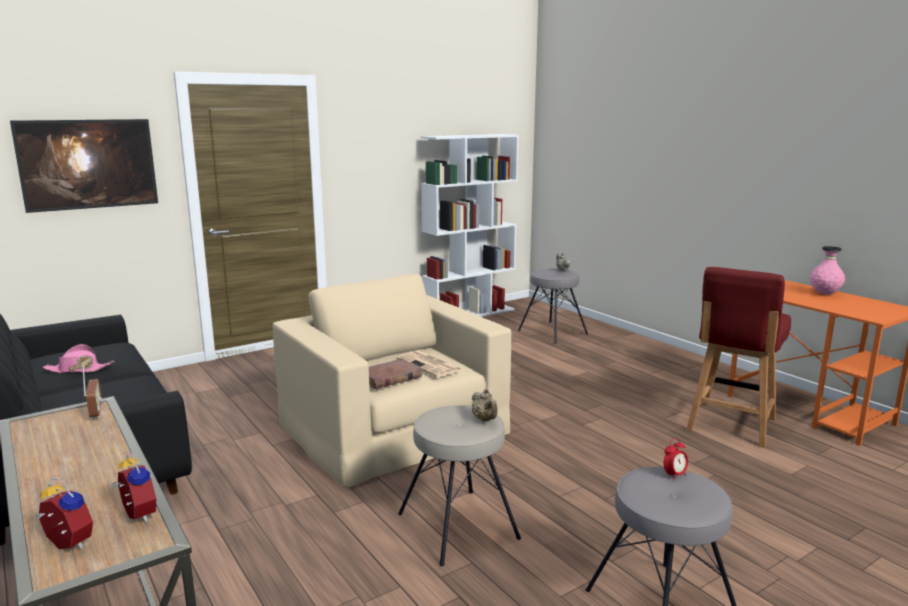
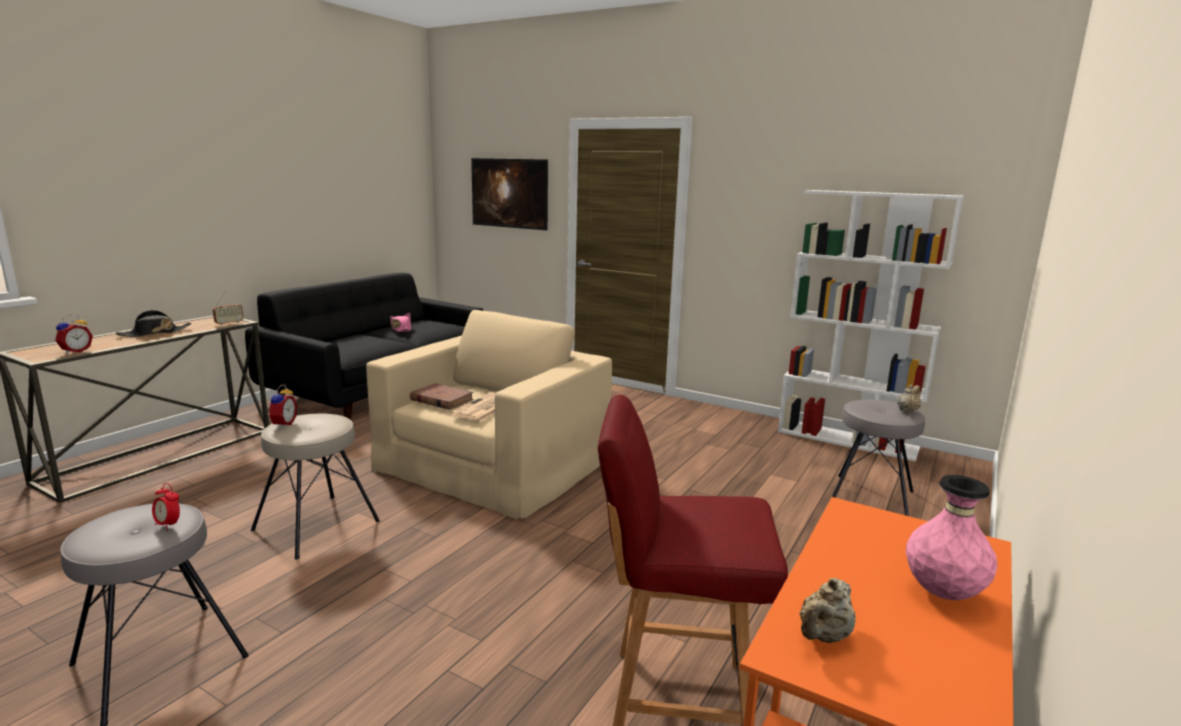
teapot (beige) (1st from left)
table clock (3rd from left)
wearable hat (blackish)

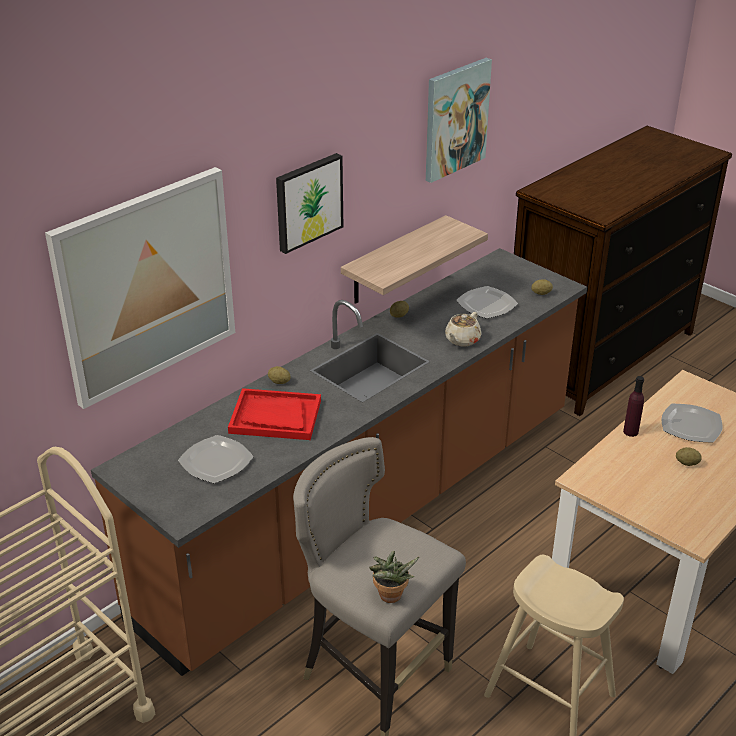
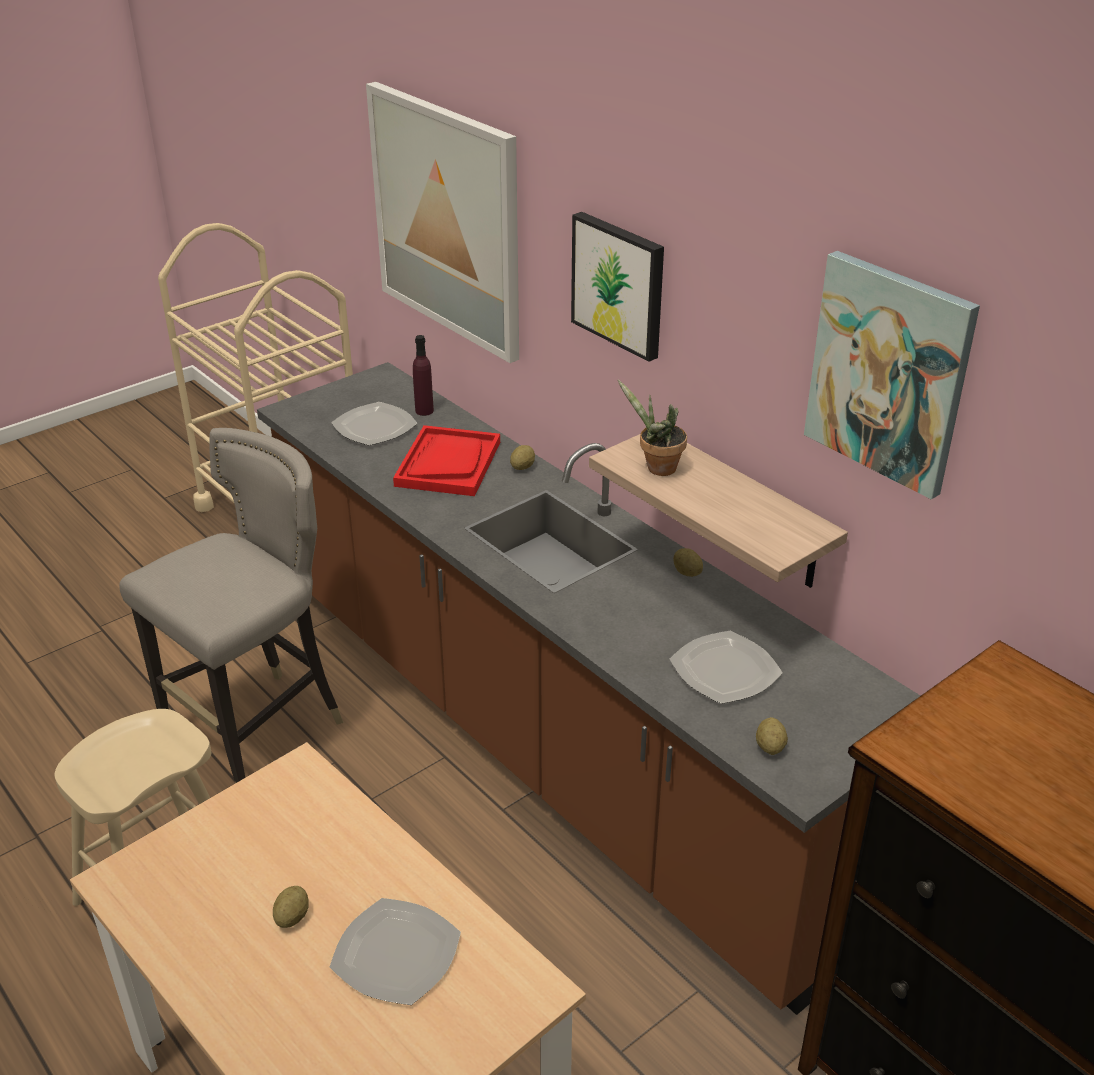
teapot (beige)
drink bottle (purplish)
houseplant

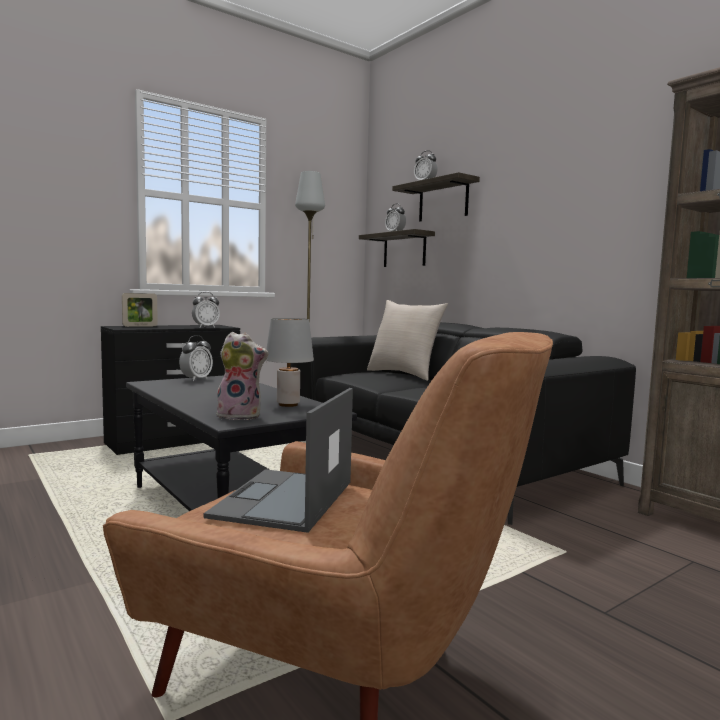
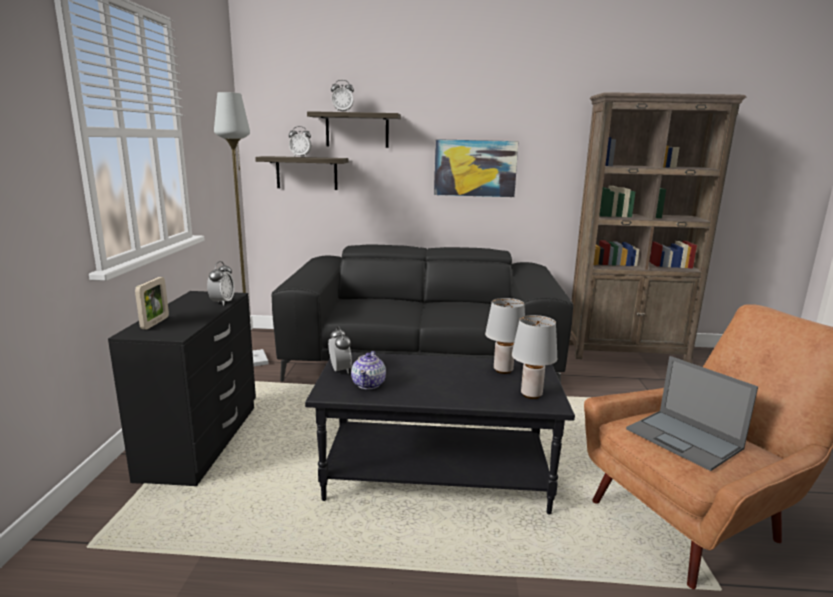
cushion (beige)
tabletop lamp (greyish) (2nd from left)
wall art
teapot

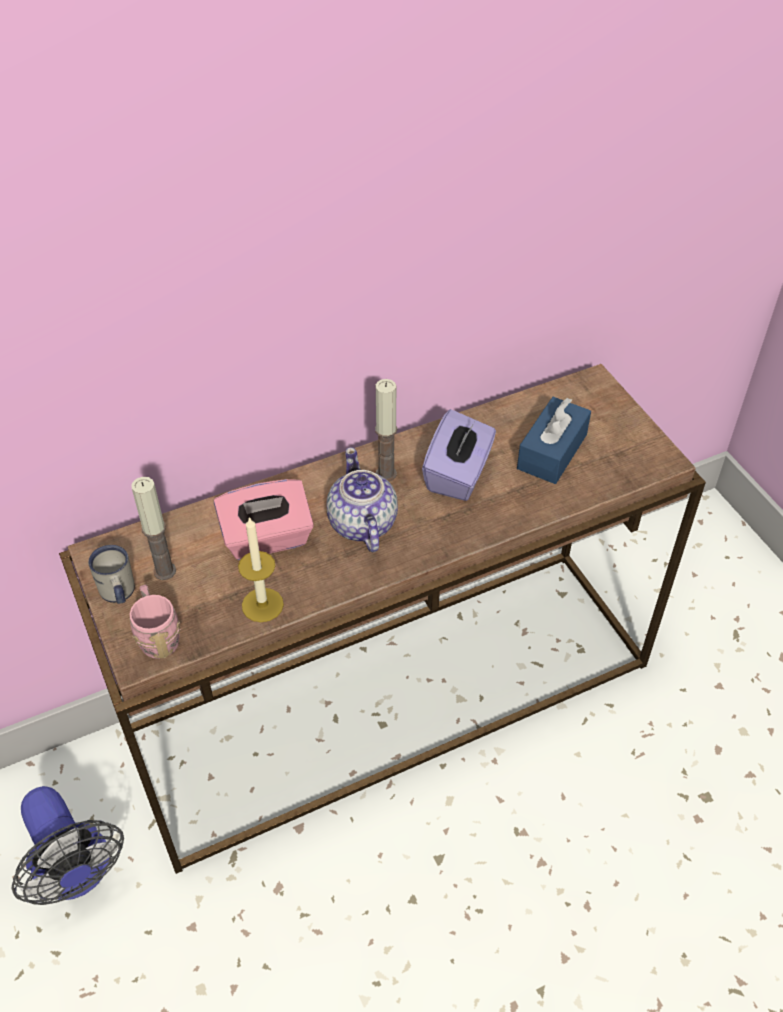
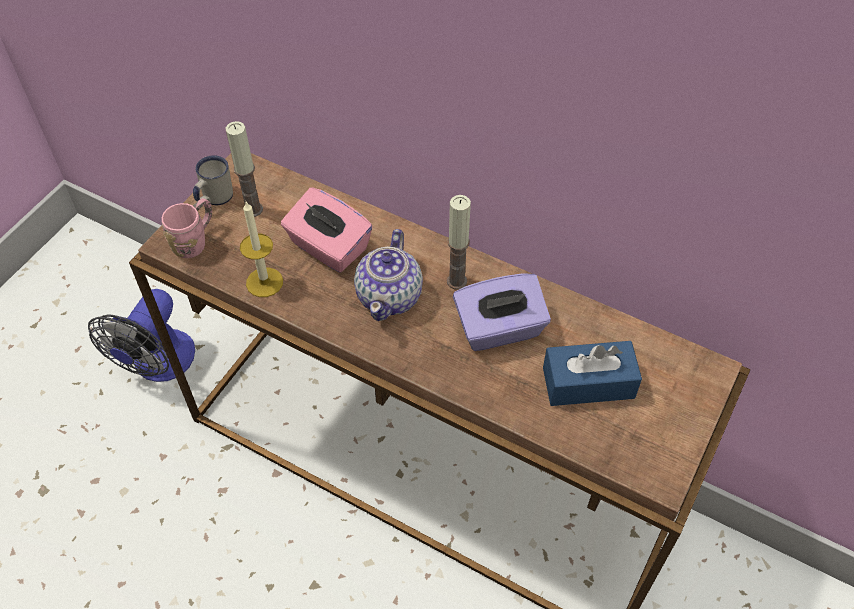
teapot

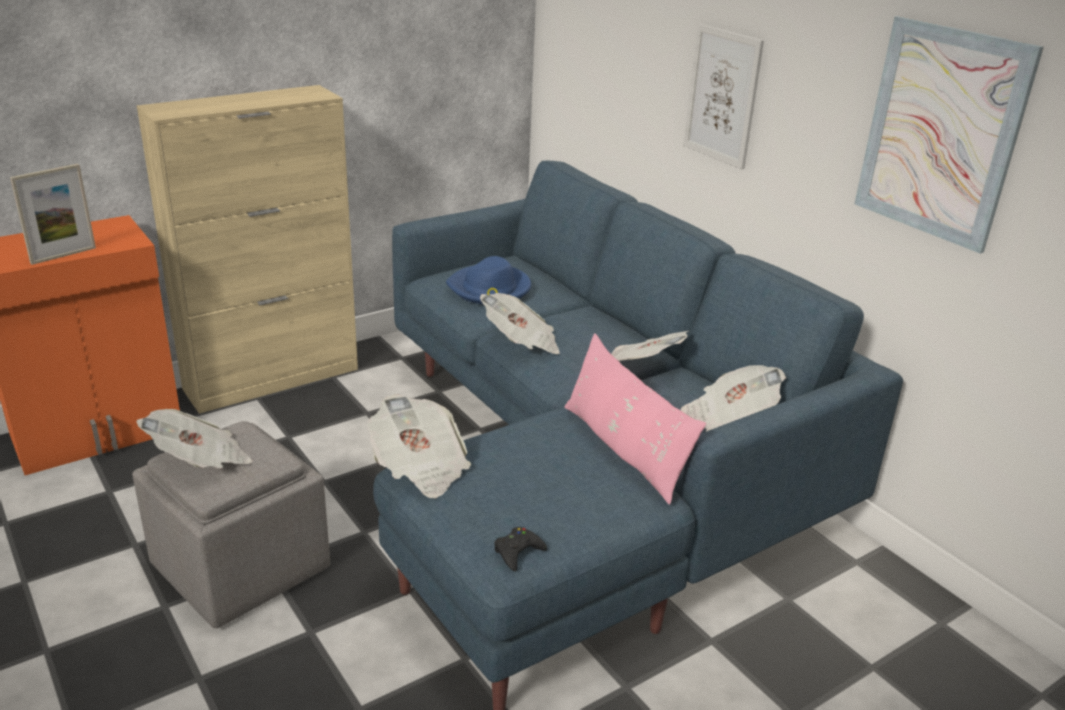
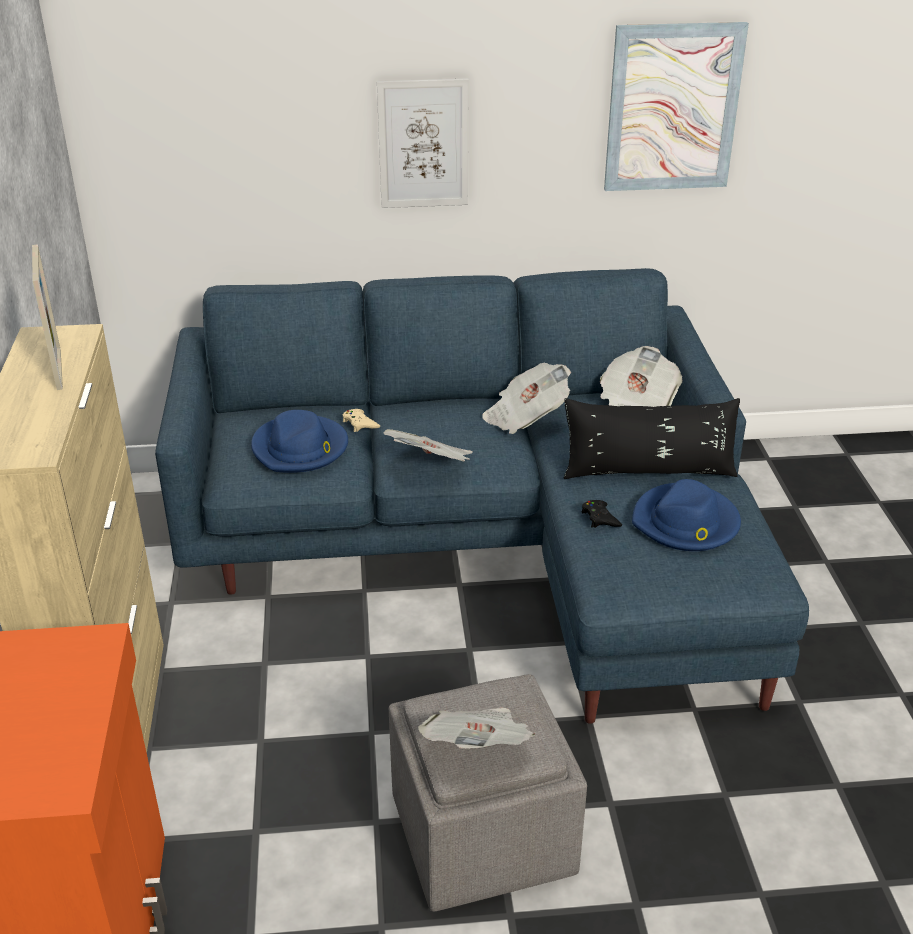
standing frame
cushion (blackish)
printed paper (2nd from left in the first image)
game controller (blackish)
game controller (beige)
wearable hat (blue-coloured) (2nd from left)

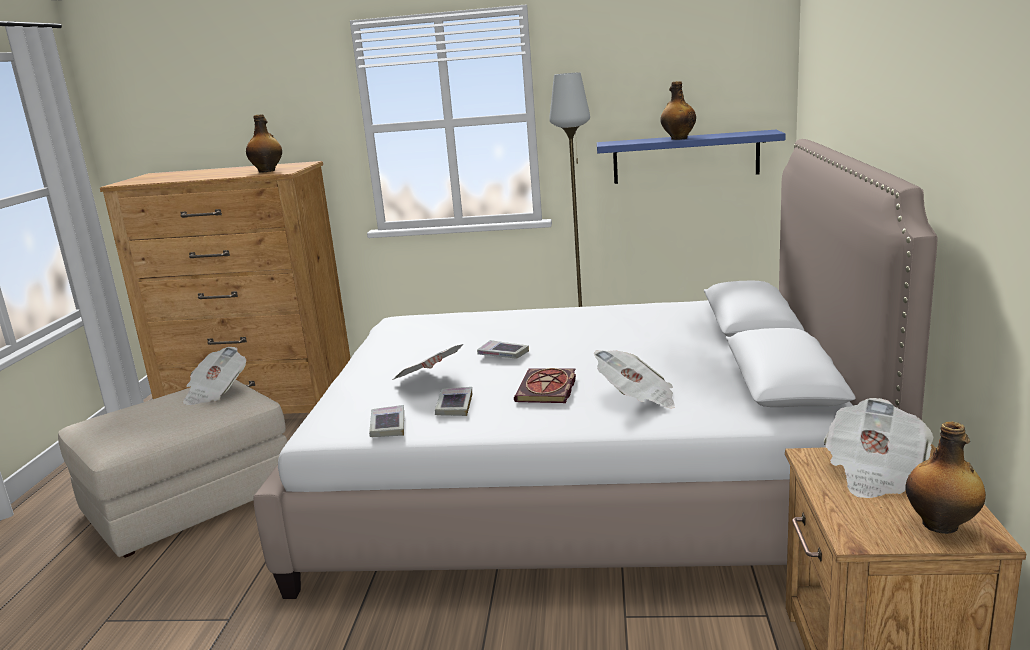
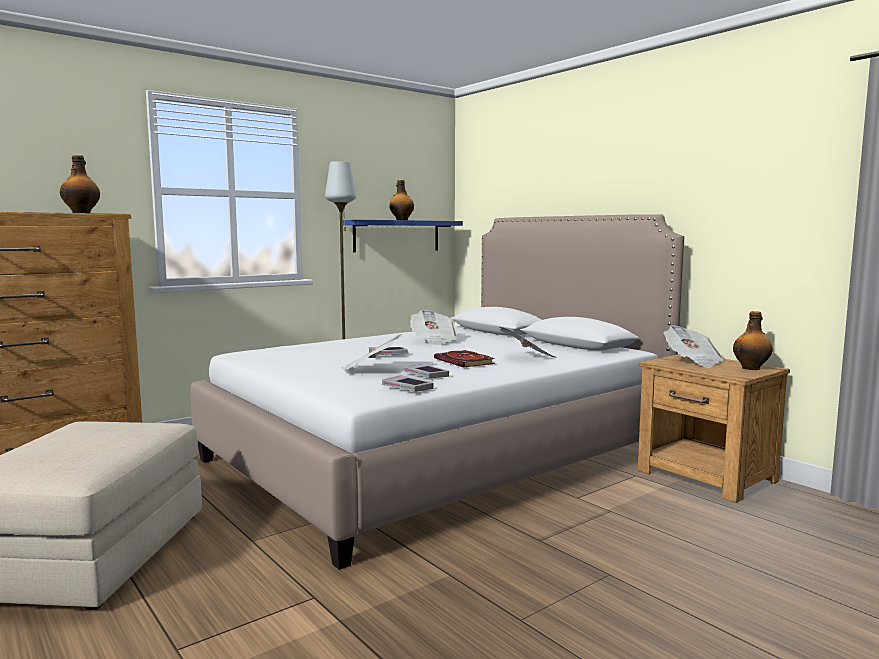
printed paper (2nd from left)

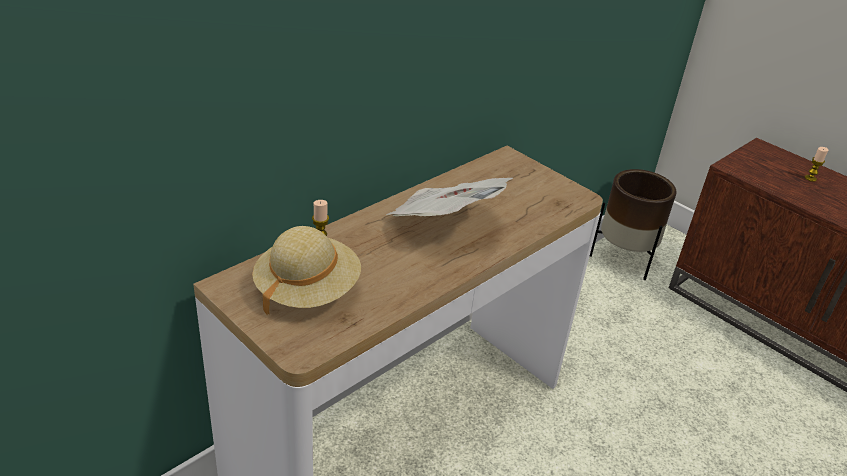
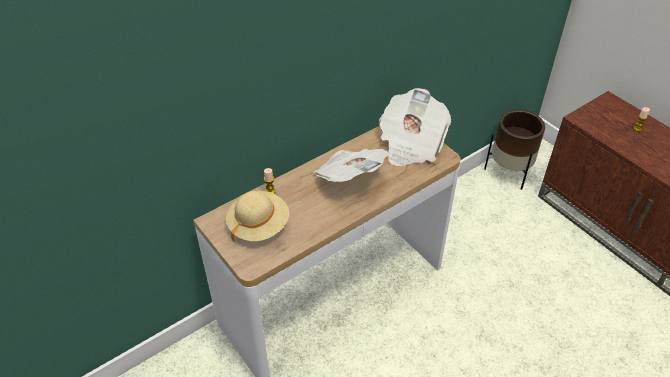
printed paper (2nd from left)

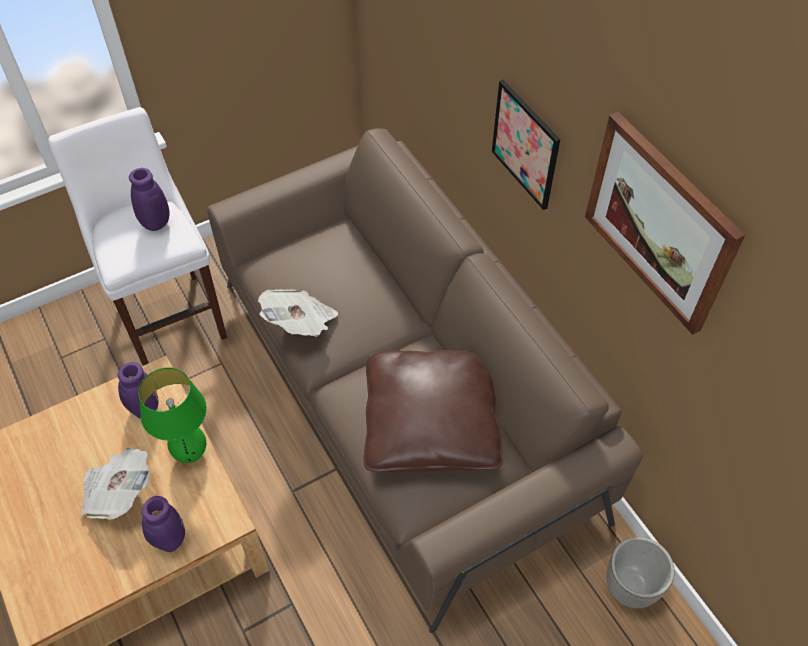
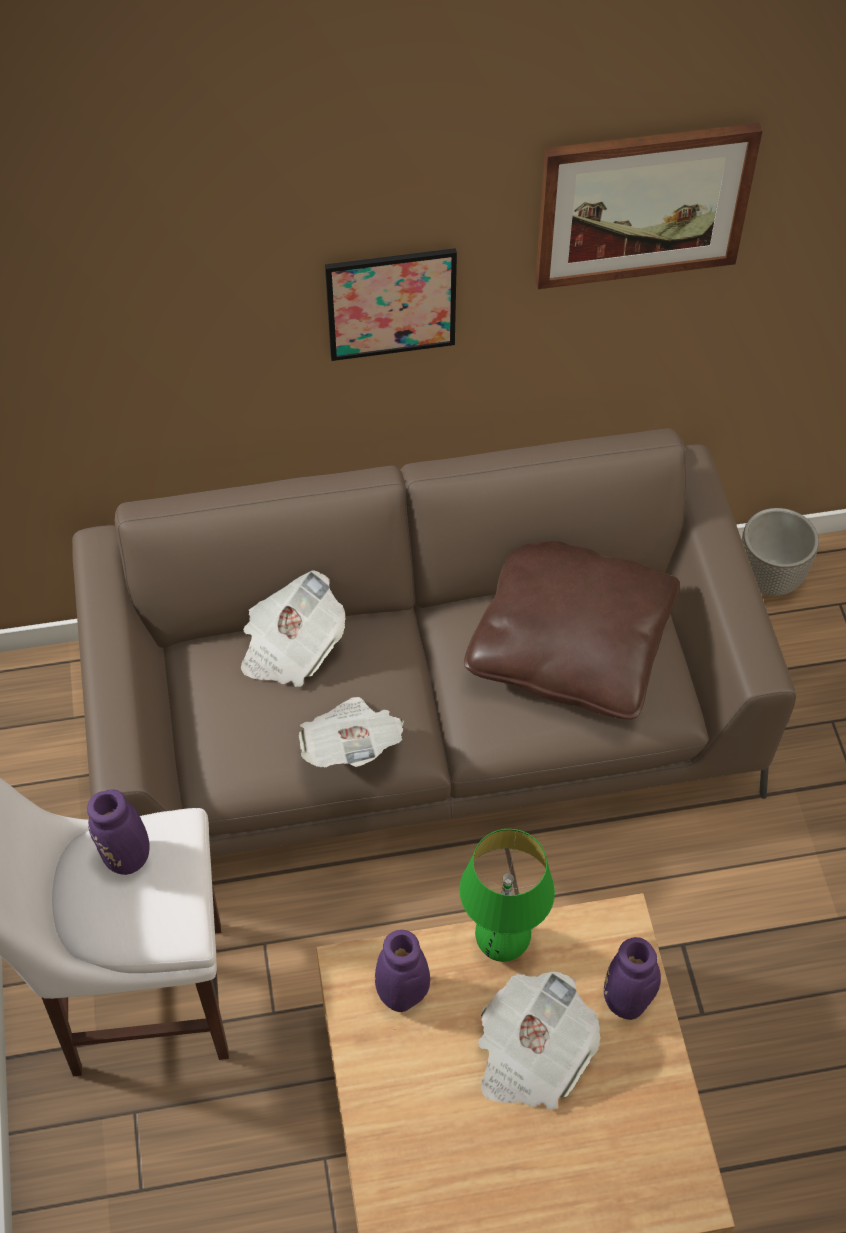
printed paper (1st from left)

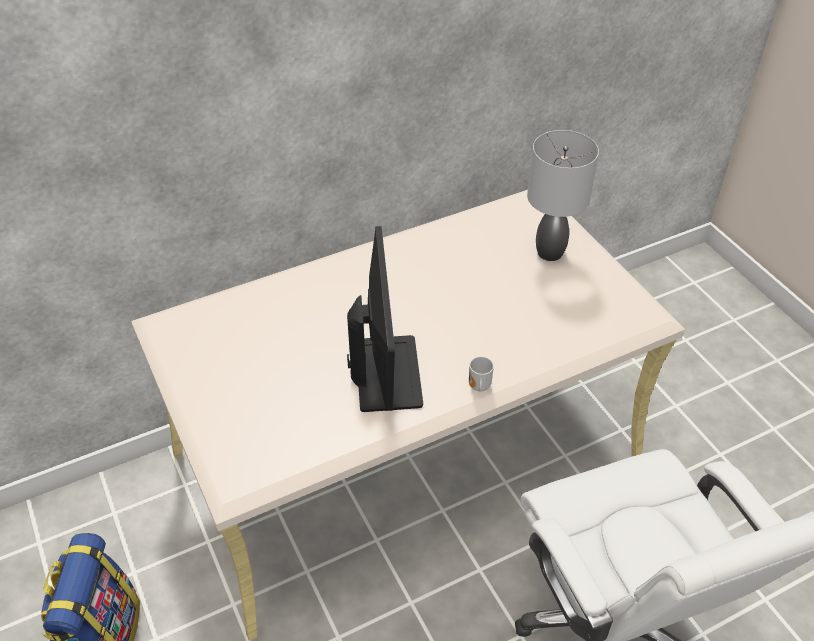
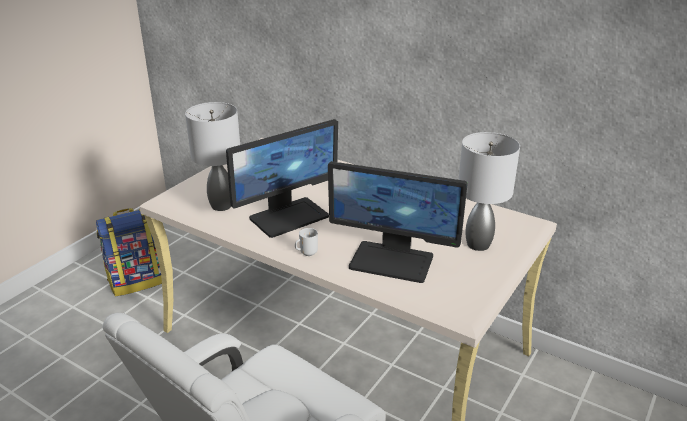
tabletop lamp (greyish) (1st from left)
computer screen (2nd from left)

